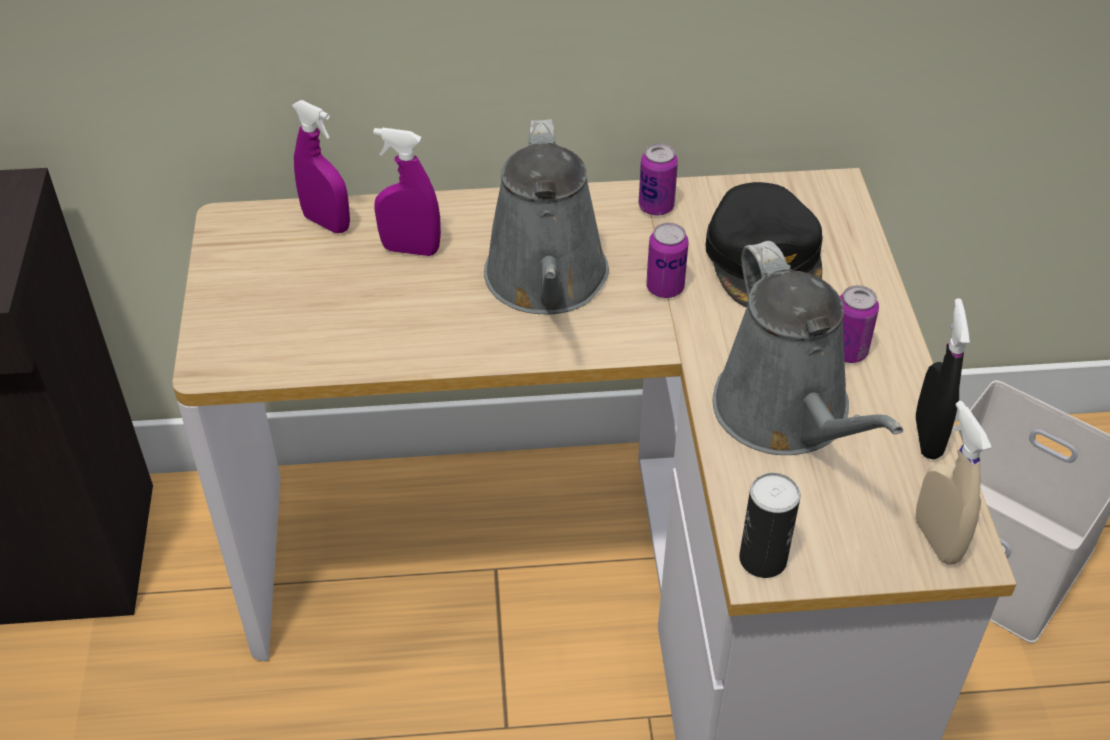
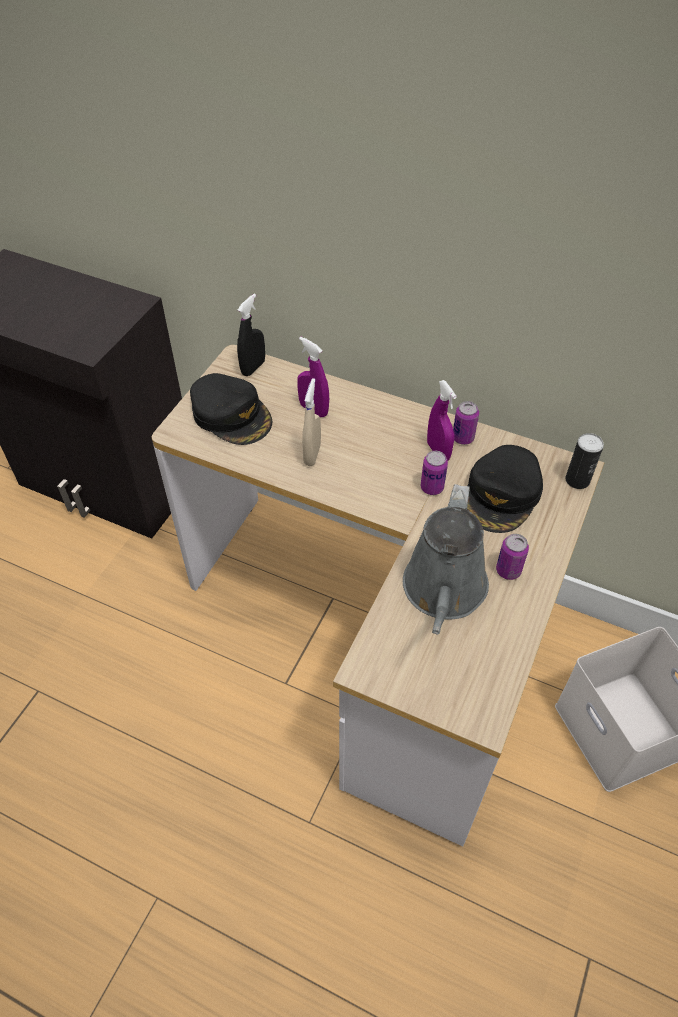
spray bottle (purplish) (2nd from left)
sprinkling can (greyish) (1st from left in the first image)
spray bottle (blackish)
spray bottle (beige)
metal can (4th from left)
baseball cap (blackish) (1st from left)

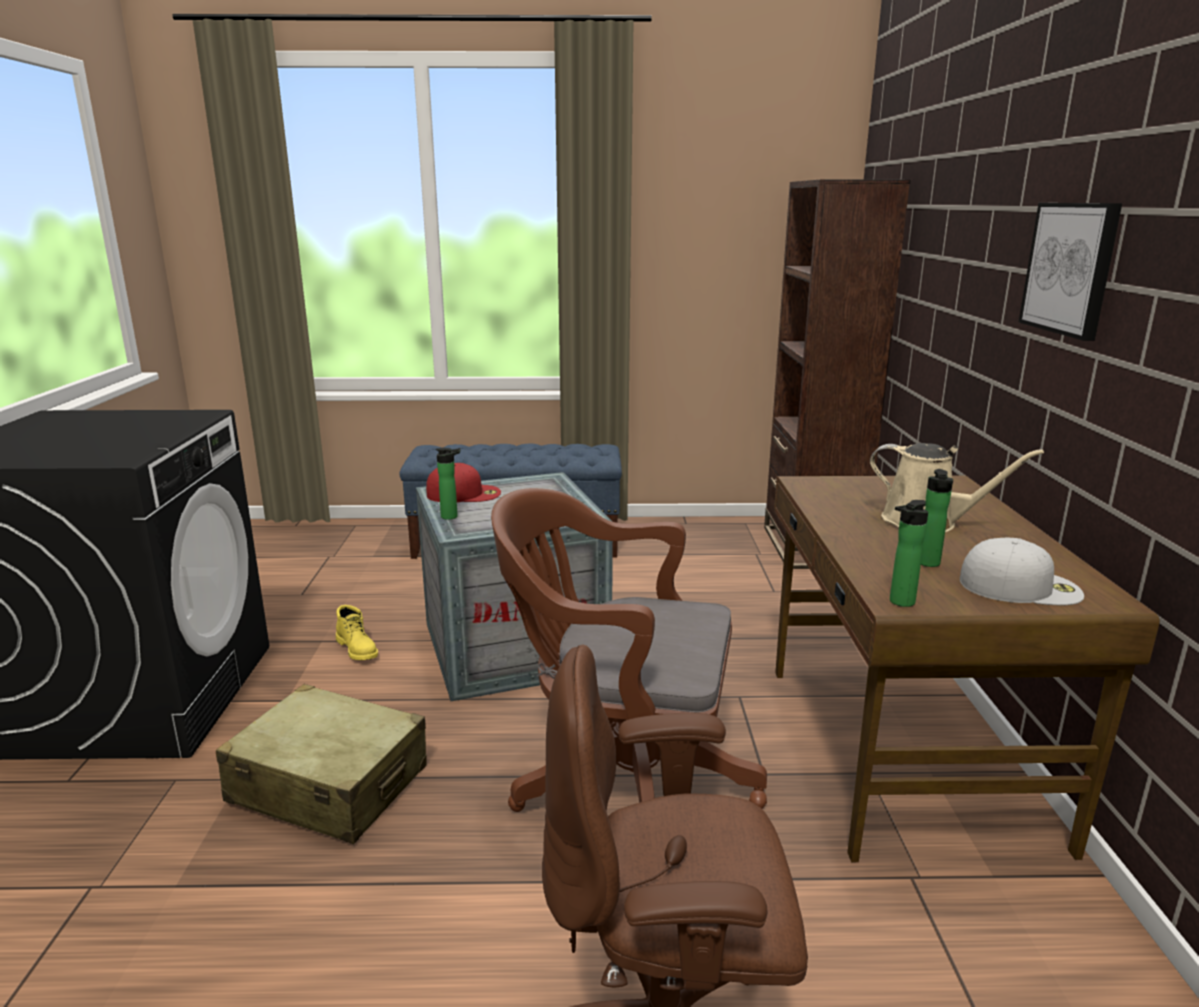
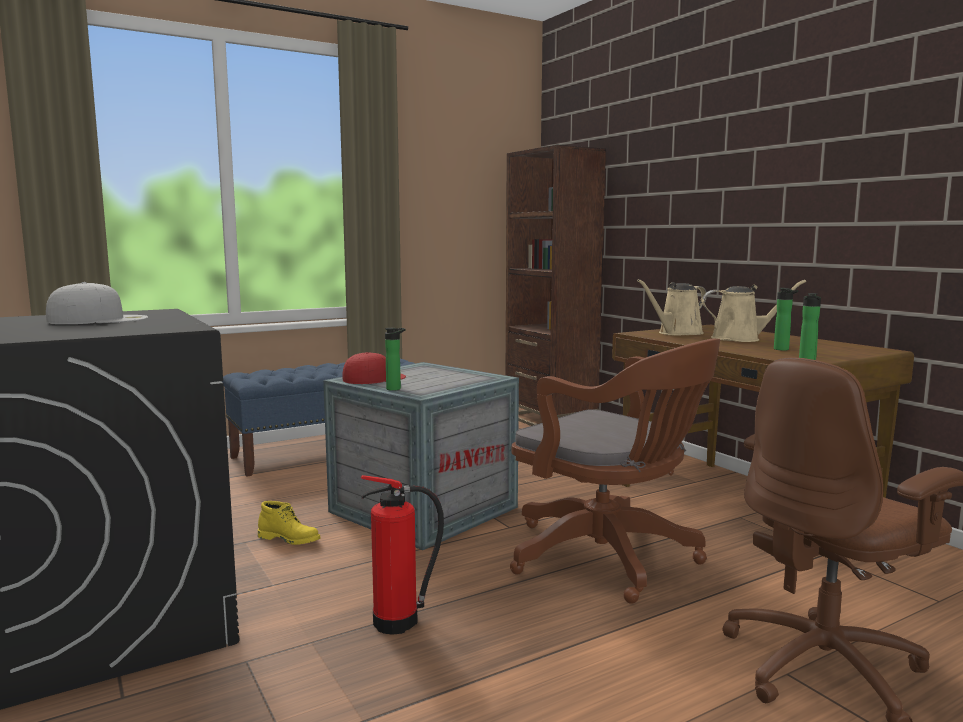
wall art
computer chair (brown-coloured) (1st from left)
baseball cap (whitish)
fire extinguisher
sprinkling can (beige) (1st from left)

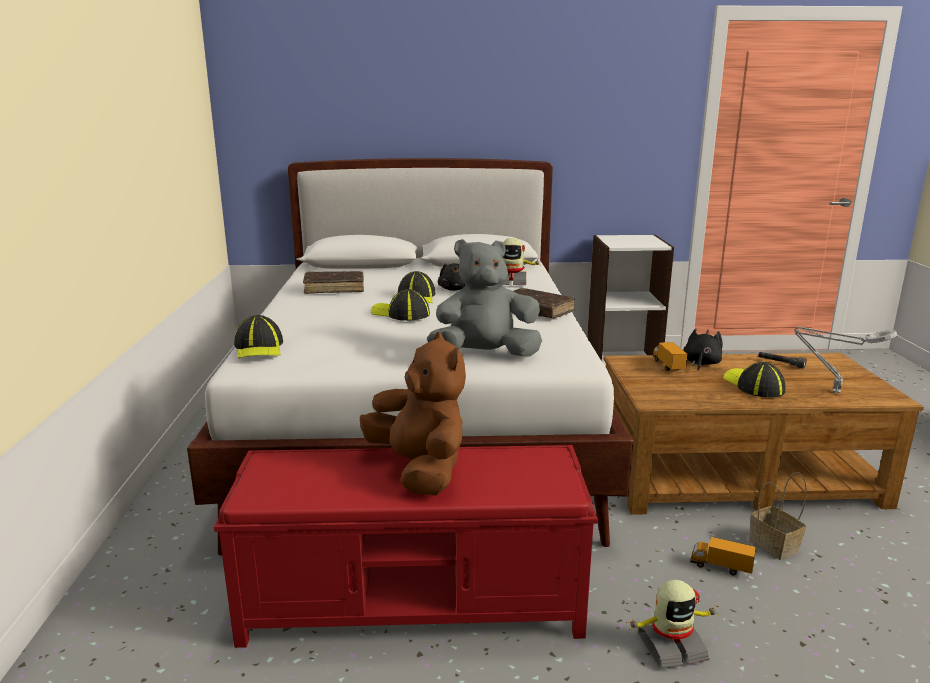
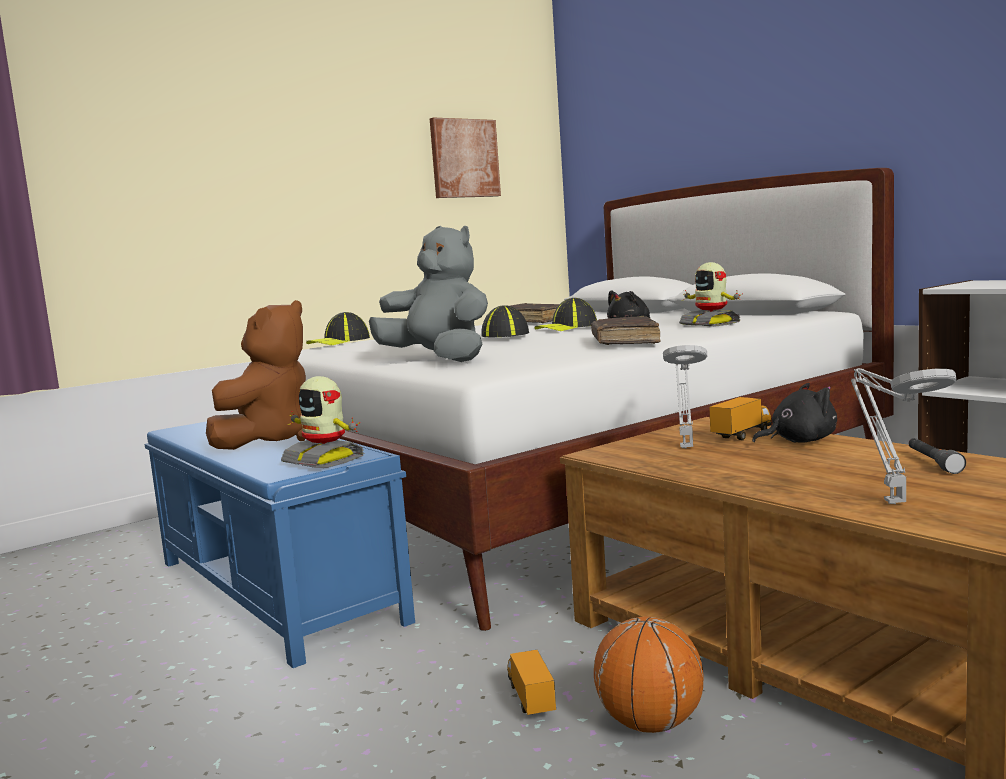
baseball cap (4th from left in the first image)
indoor bench (blue-coloured)
basketball
model robot (1st from left)
wall art
tabletop lamp (greyish) (1st from left)

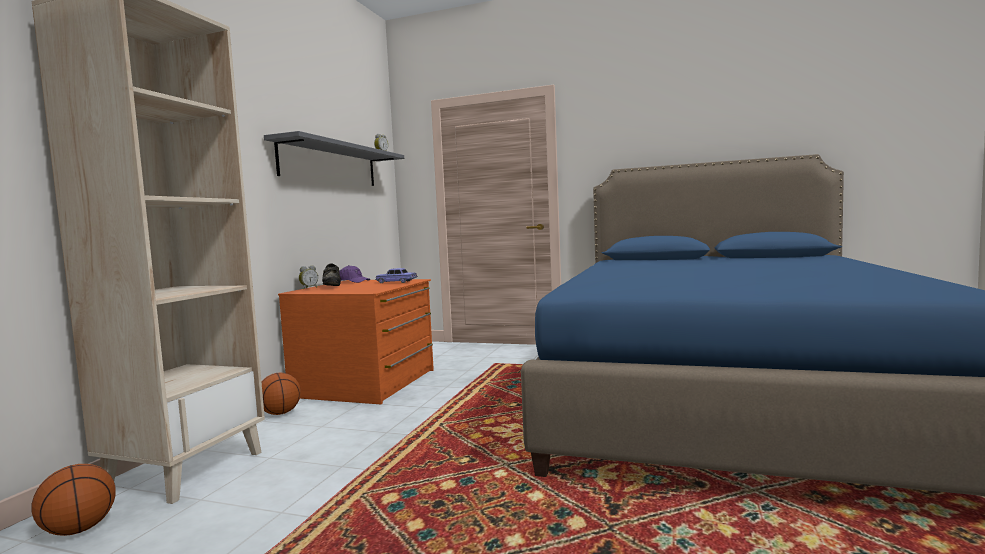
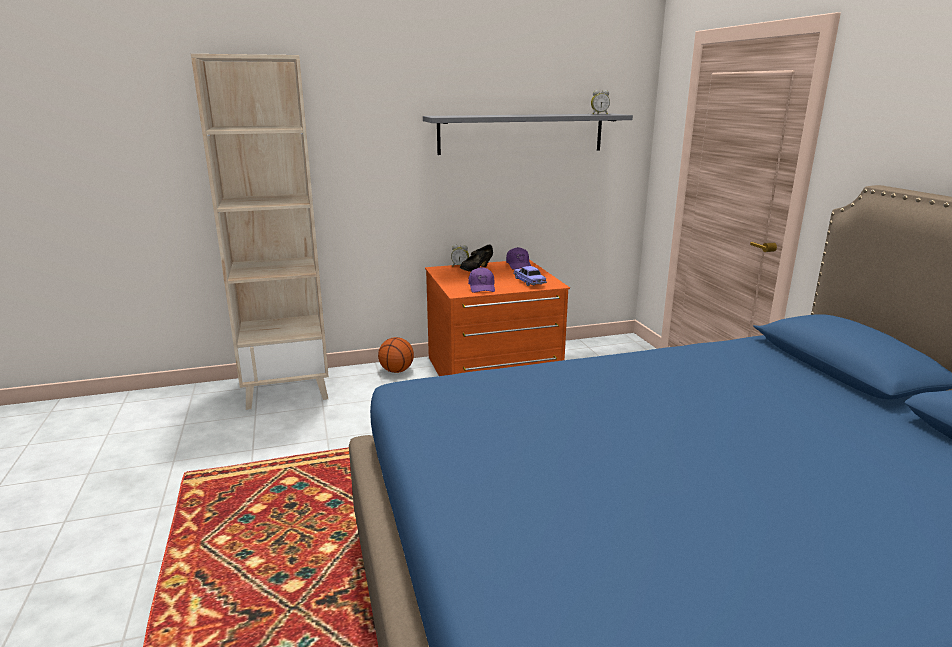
basketball (1st from left in the first image)
baseball cap (purplish) (1st from left)

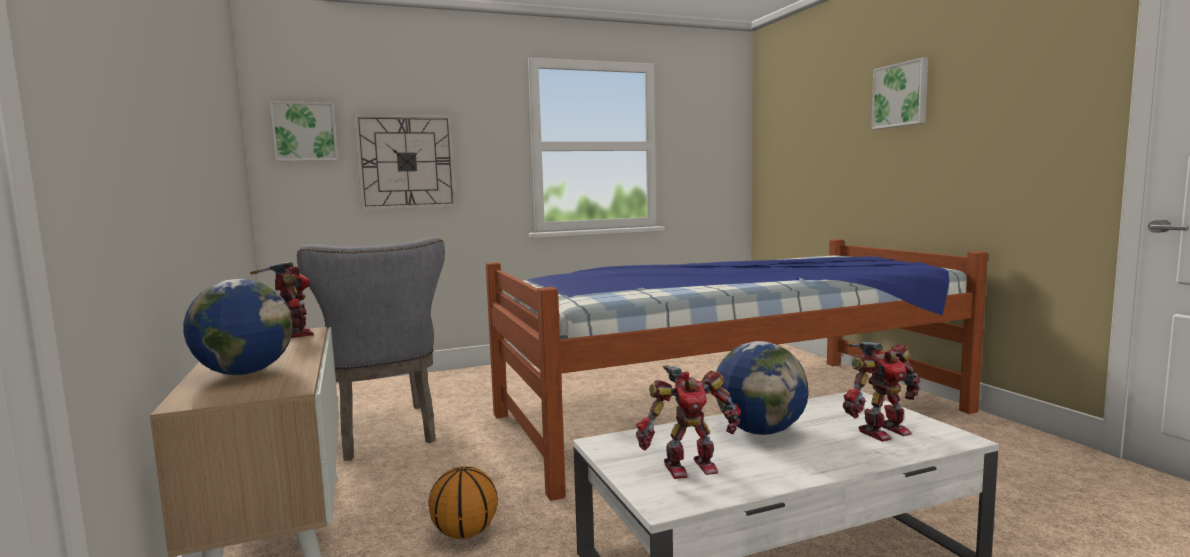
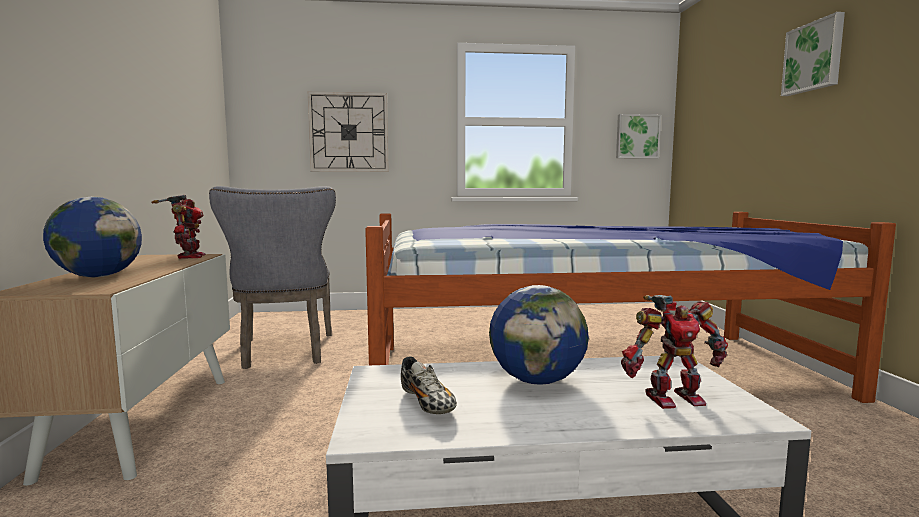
wall art (1st from left)
low shoe
basketball

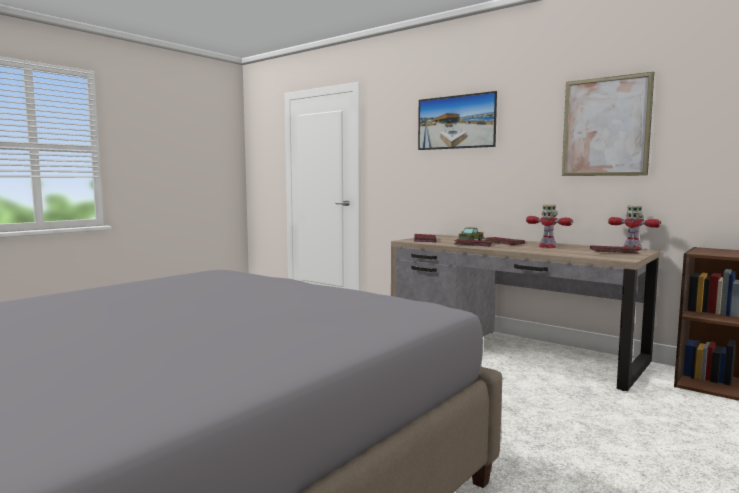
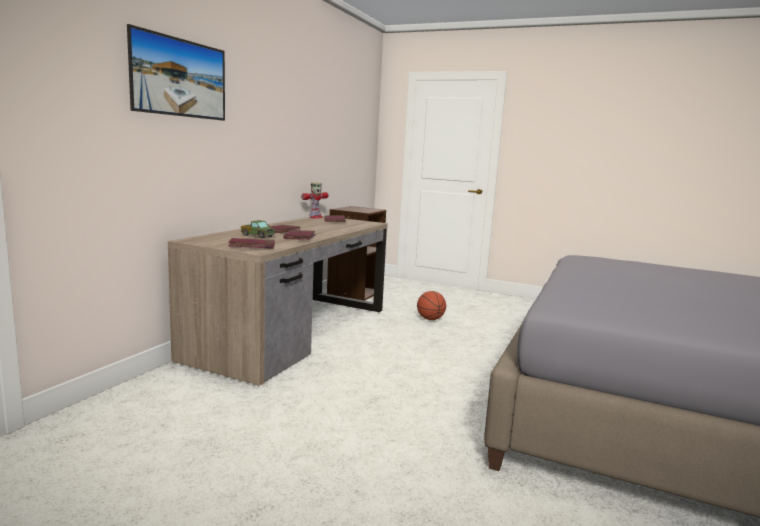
wall art (2nd from left in the first image)
model robot (1st from left in the first image)
basketball

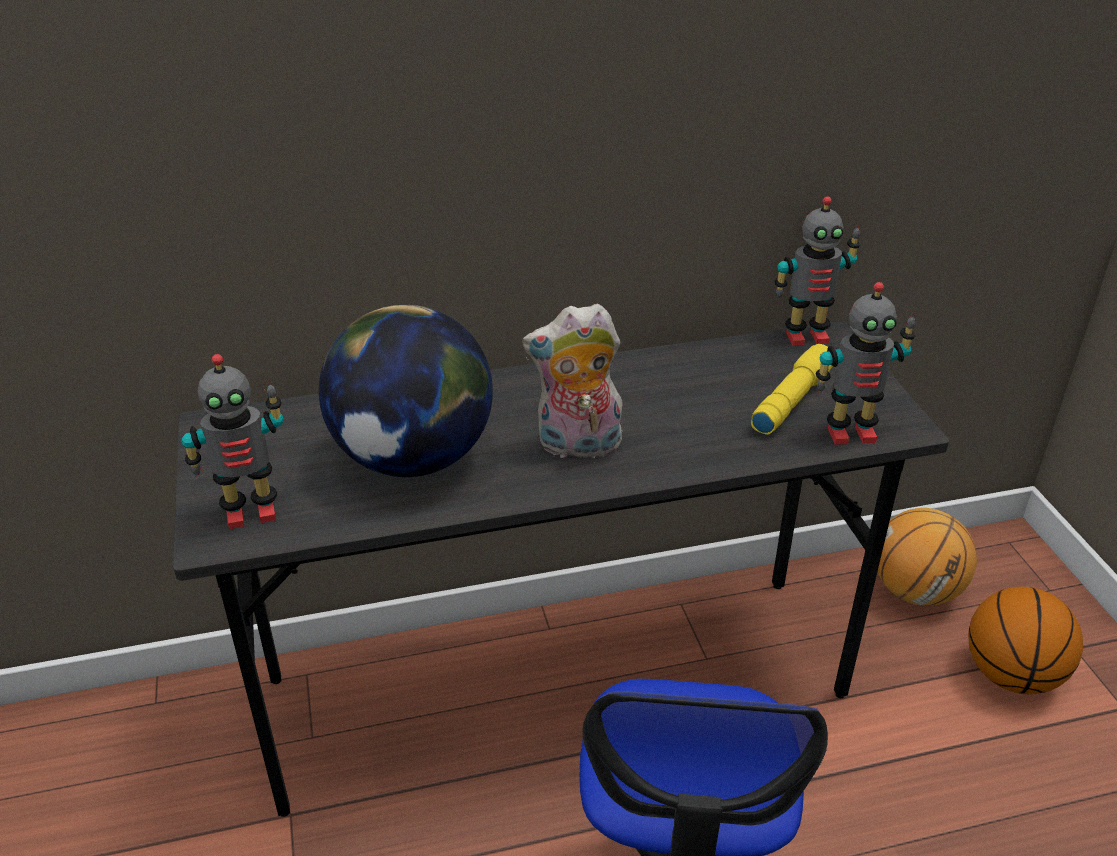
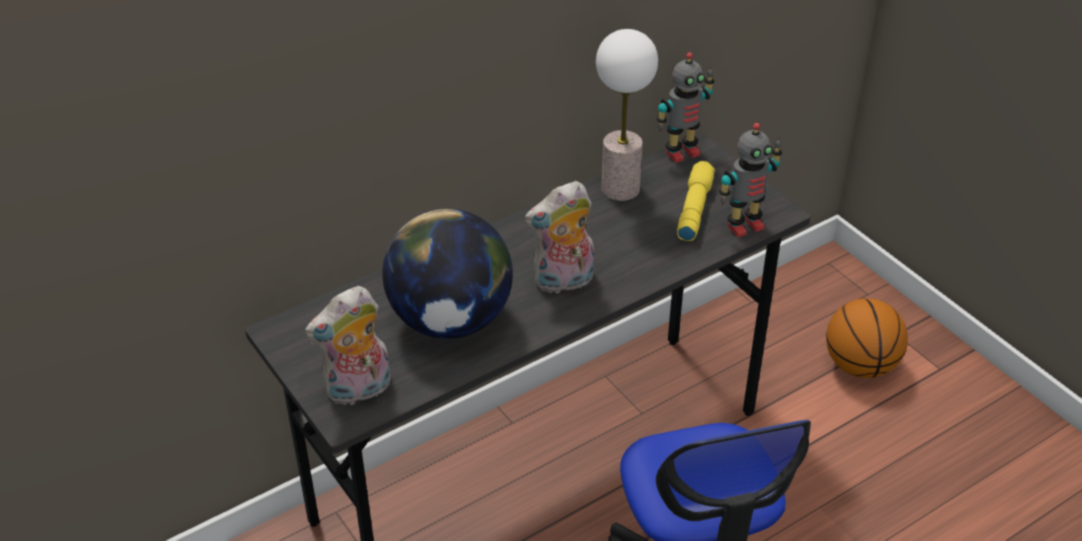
soft toy (1st from left)
basketball (1st from left in the first image)
tabletop lamp

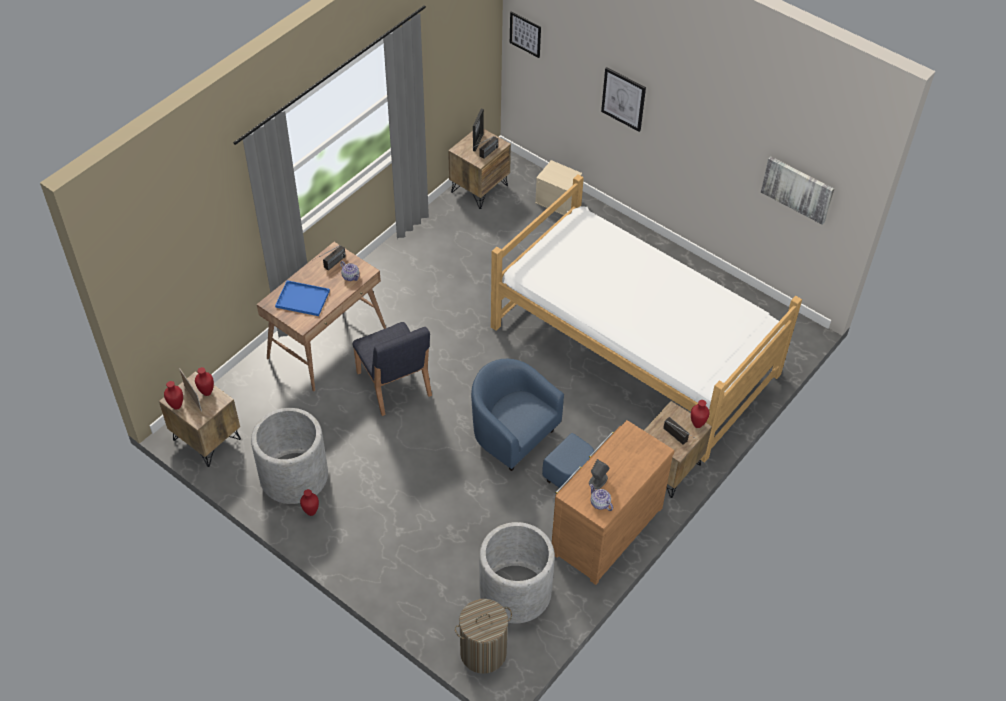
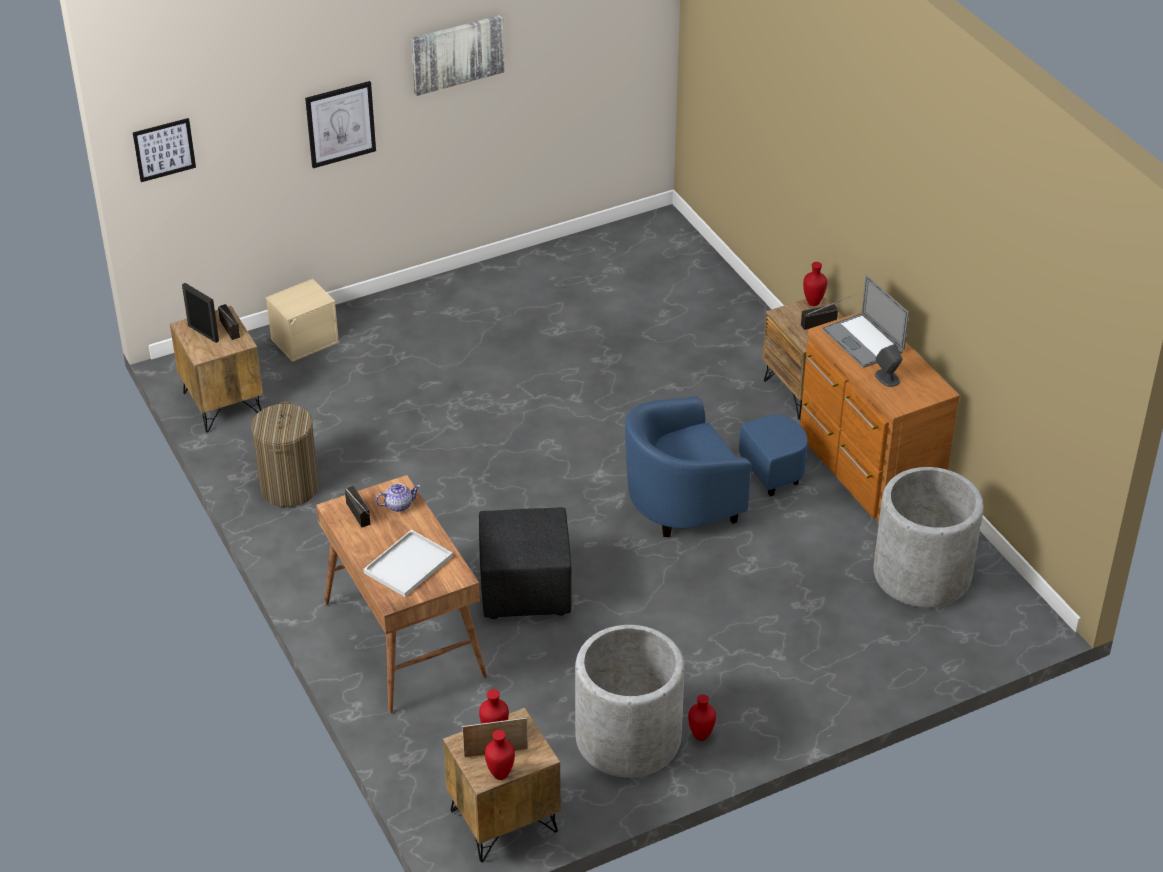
wall art (3rd from left)
bed
carrying tray (whitish)
ottoman (blackish)
teapot (2nd from left in the first image)
washing basket
notebook computer

